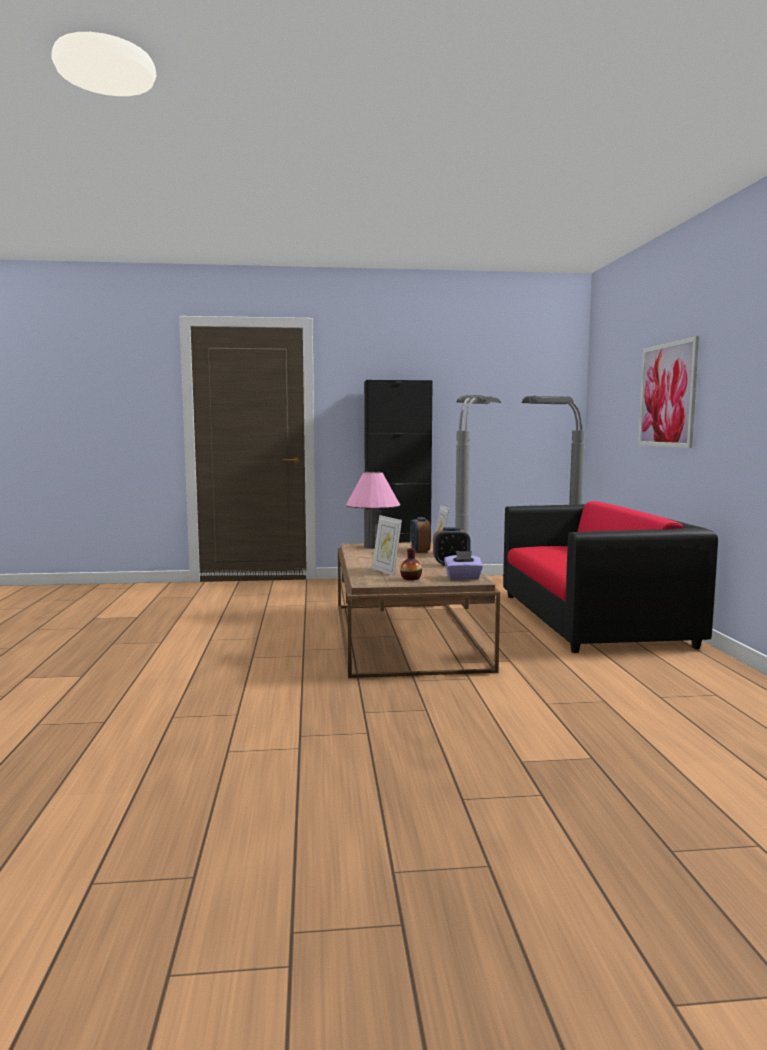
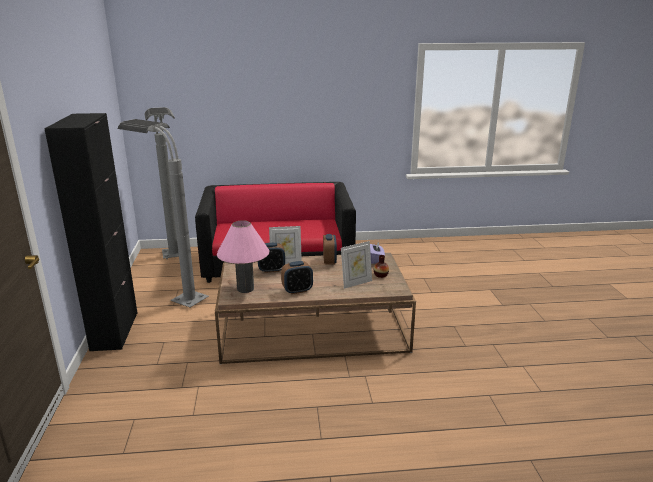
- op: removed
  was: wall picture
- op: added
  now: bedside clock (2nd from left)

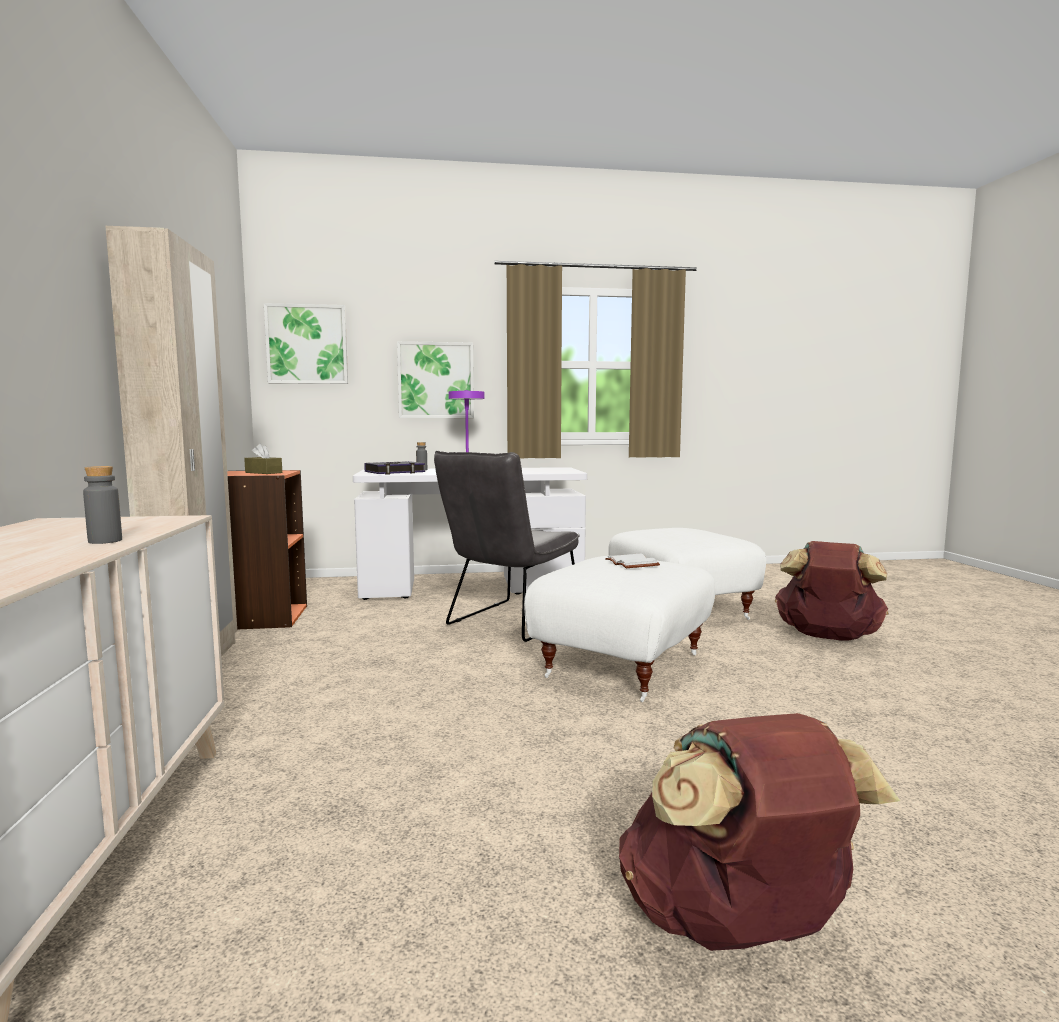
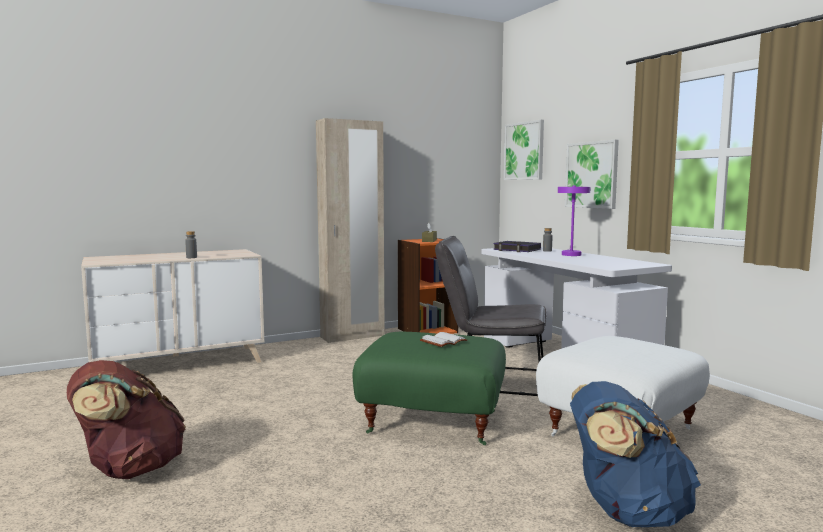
- op: recoloured
  was: ottoman (white-coloured) (1st from left)
  now: ottoman (green)
- op: recoloured
  was: backpack (brown-coloured) (2nd from left)
  now: backpack (blue-coloured)

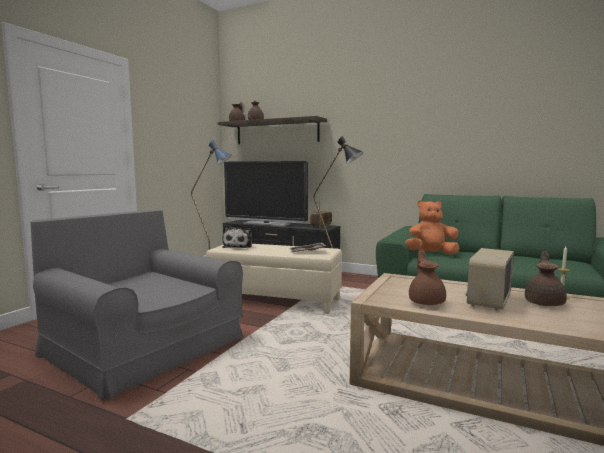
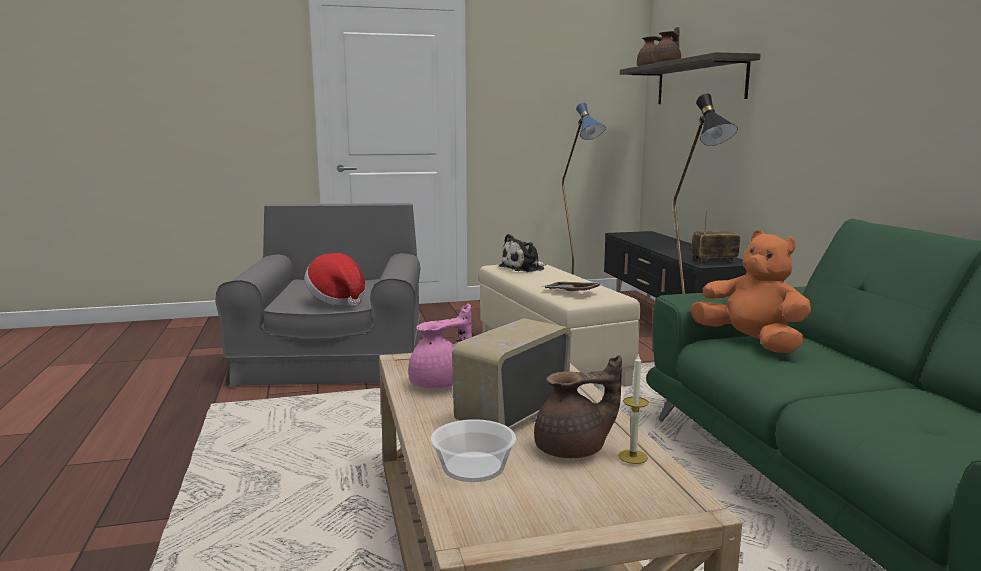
- op: removed
  was: television
- op: recoloured
  was: tea pot (brown-coloured) (3rd from left)
  now: tea pot (pink)
- op: turned
  was: radio receiver (2nd from left in the first image)
  clockwise: -45
- op: added
  now: hat
- op: added
  now: serving bowl

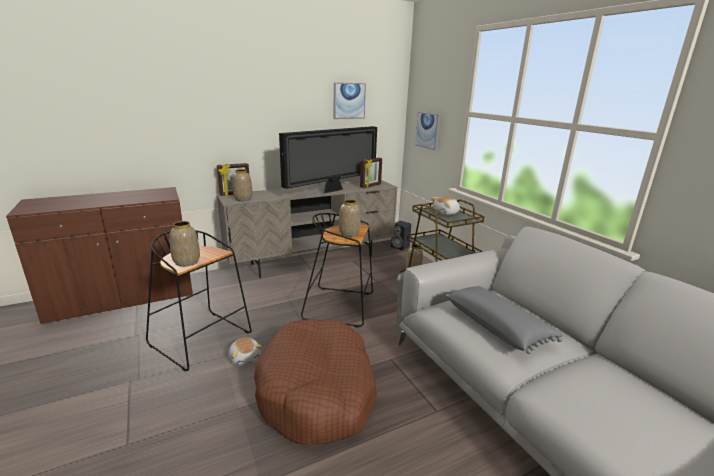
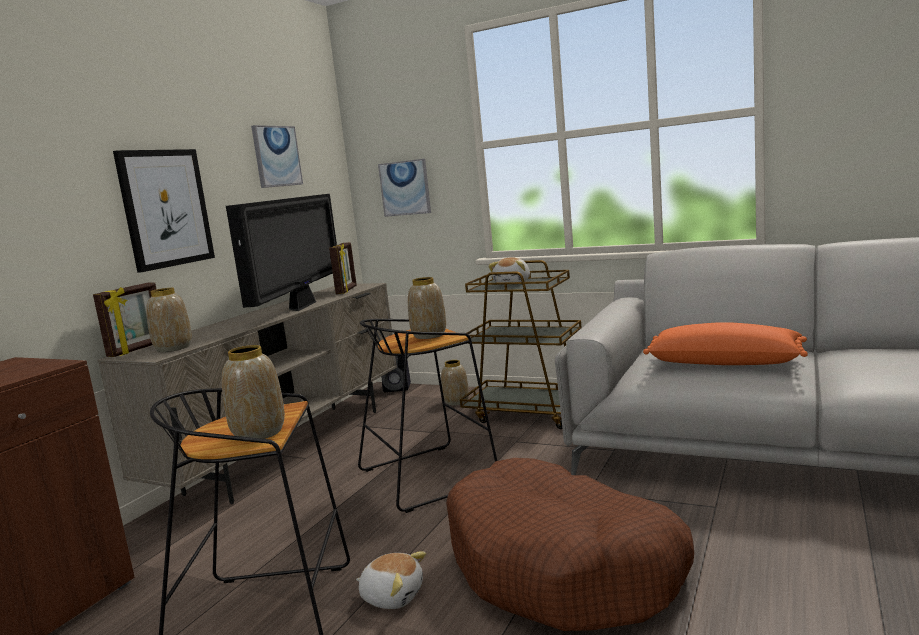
- op: recoloured
  was: pillow (gray)
  now: pillow (orange-coloured)
- op: added
  now: wall picture (1st from left)

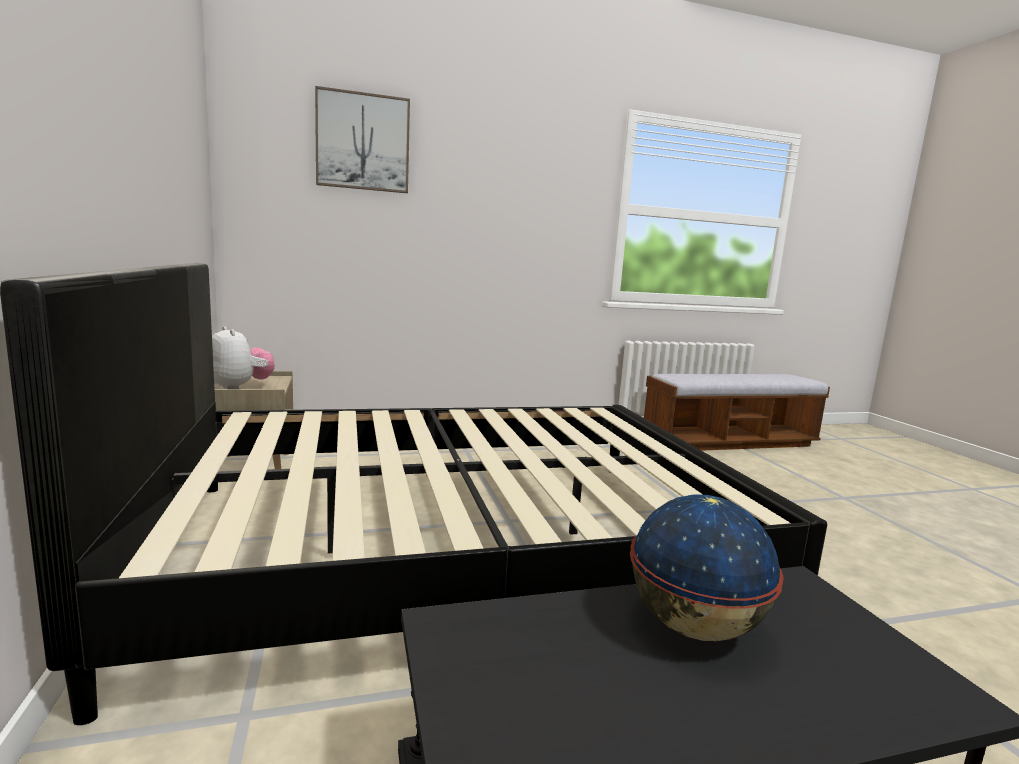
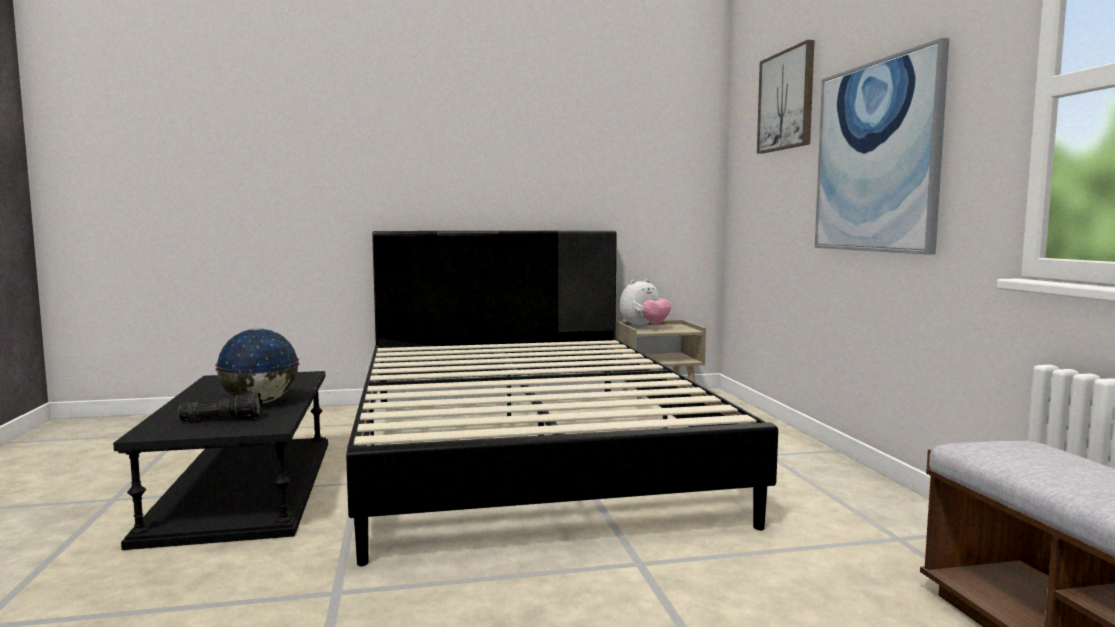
- op: added
  now: torch
- op: added
  now: wall picture (2nd from left)

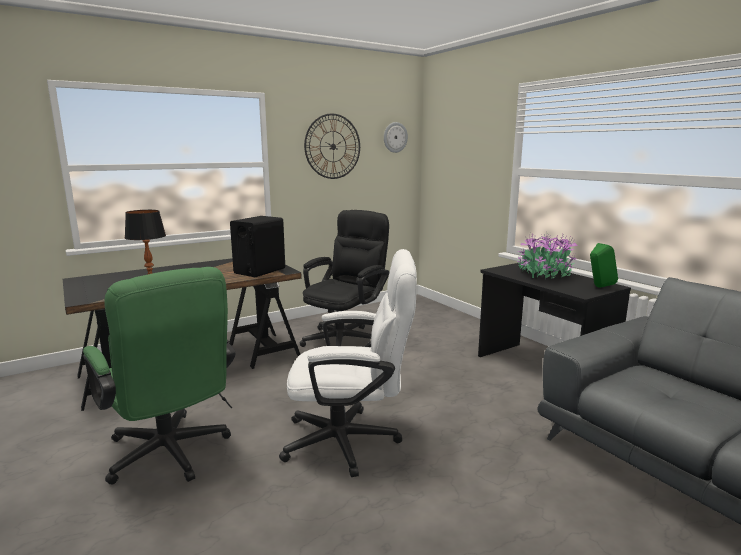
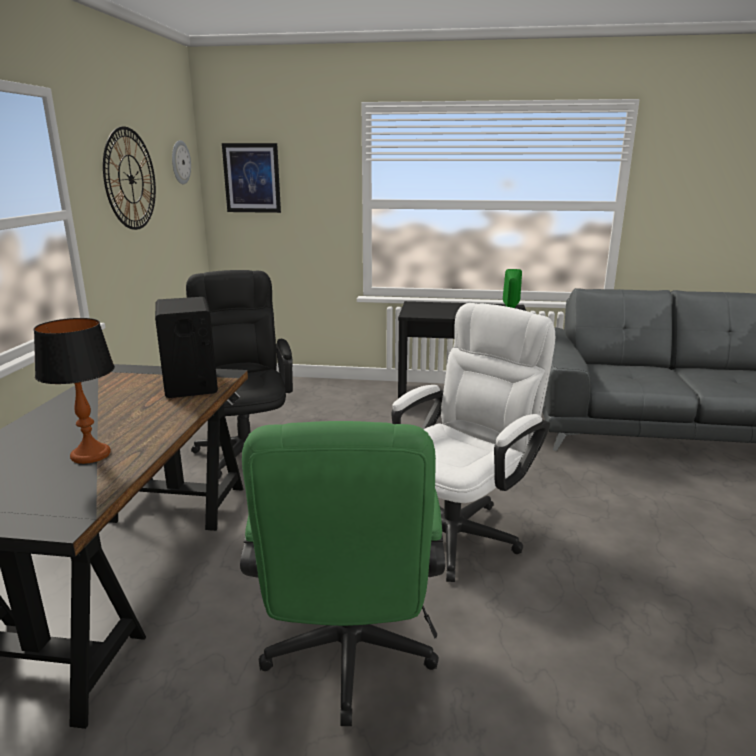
- op: turned
  was: computer chair (green)
  clockwise: 90
- op: removed
  was: potted plant
- op: added
  now: wall picture

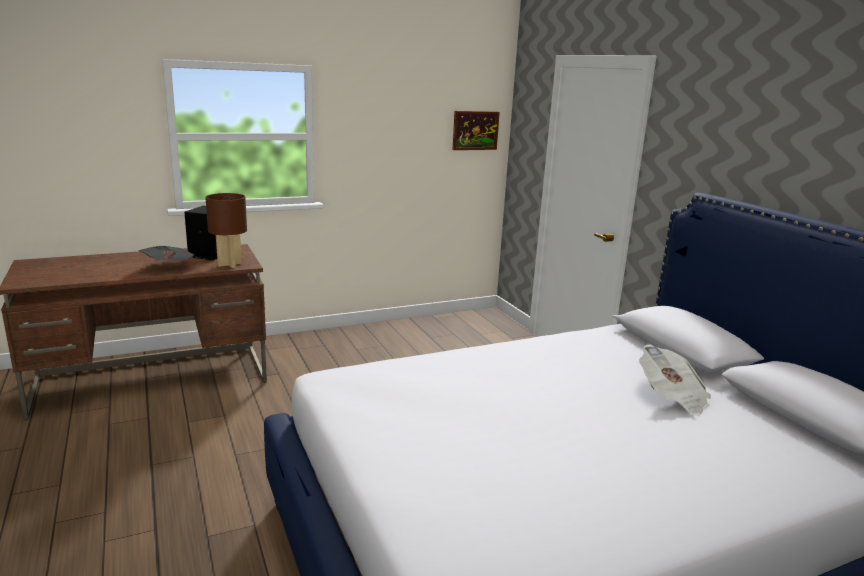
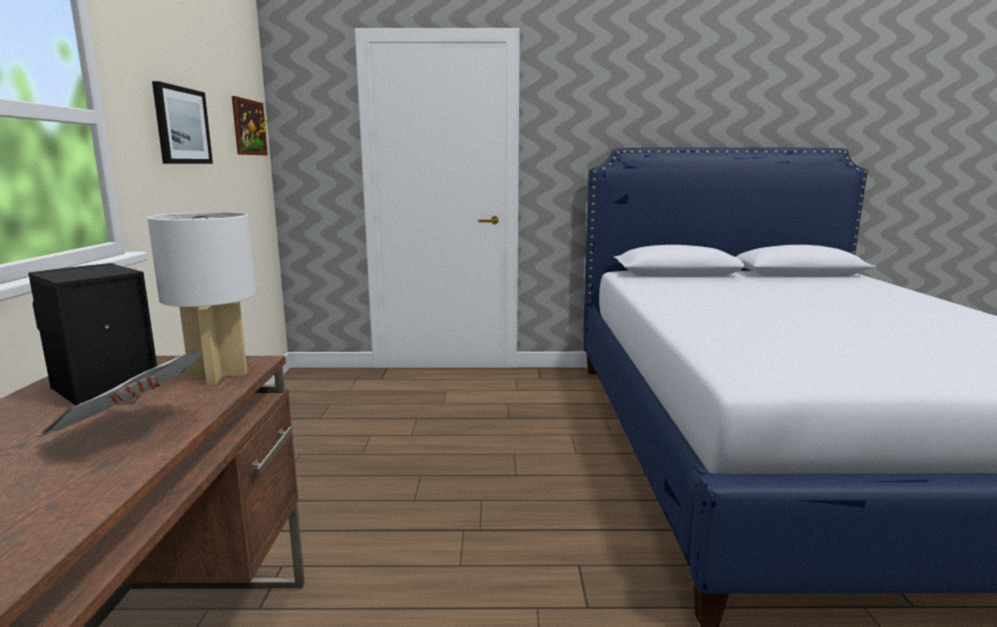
- op: recoloured
  was: lamp for a table (brown-coloured)
  now: lamp for a table (white-coloured)
- op: removed
  was: newspaper (2nd from left)
- op: added
  now: wall picture (1st from left)

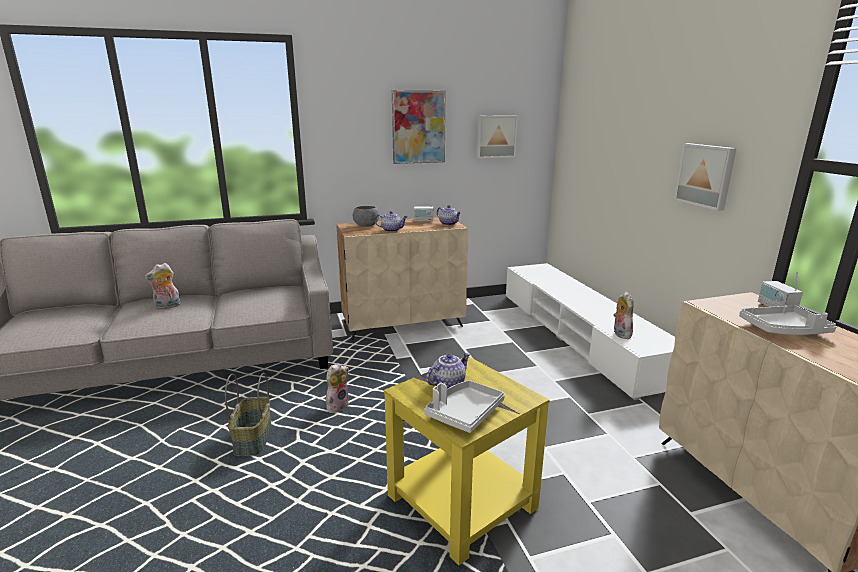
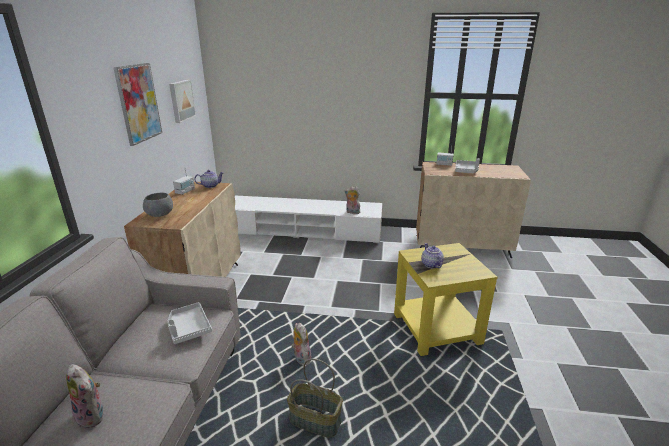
- op: turned
  was: cuddly toy (1st from left)
  clockwise: -45
- op: removed
  was: tea pot (1st from left)
- op: moved
  was: carrying tray (gray) (1st from left)
- op: removed
  was: wall picture (3rd from left)

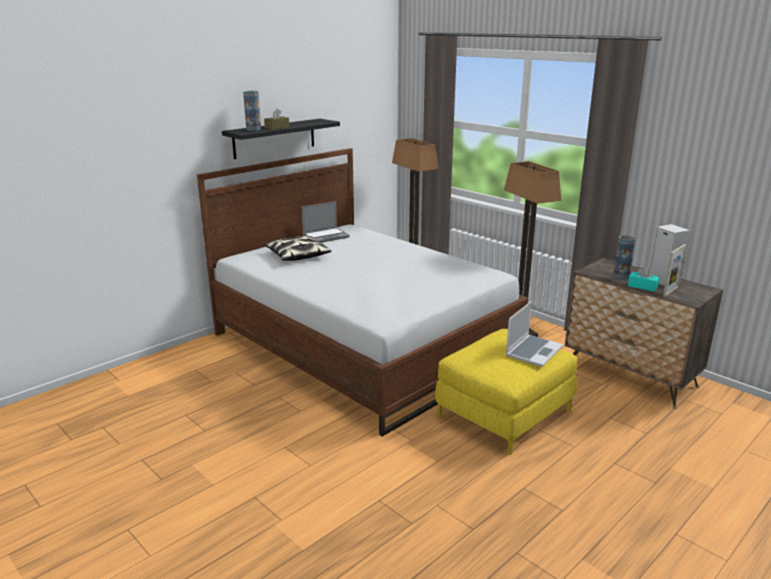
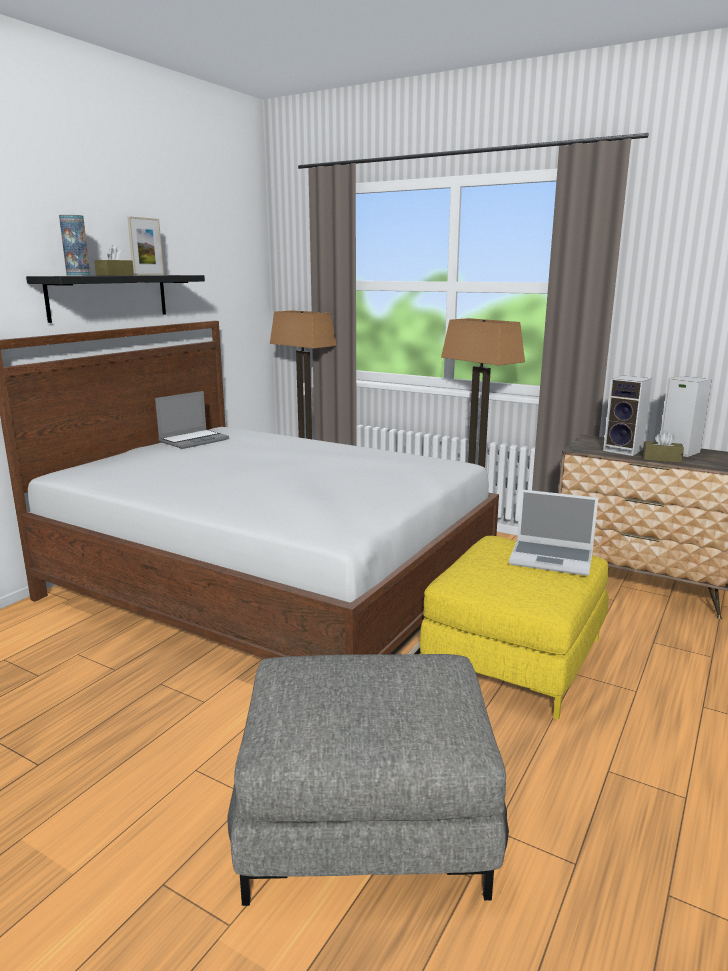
- op: removed
  was: pillow
- op: turned
  was: portable computer (2nd from left)
  clockwise: 90
- op: replaced
  was: flower vase (2nd from left)
  now: audio speaker (1st from left)
- op: recoloured
  was: box of tissues (turquoise-coloured)
  now: box of tissues (brown-coloured) (2nd from left)
- op: moved
  was: picture frame
- op: added
  now: ottoman (gray)

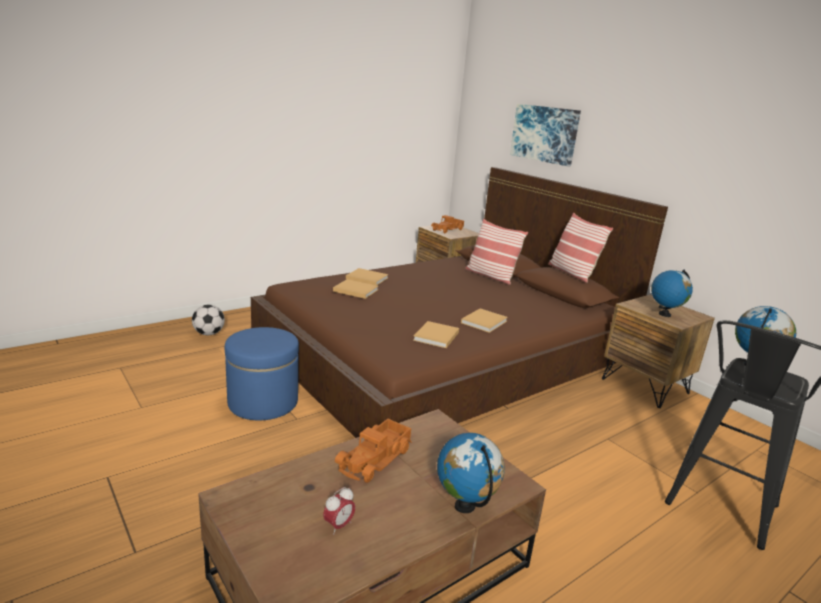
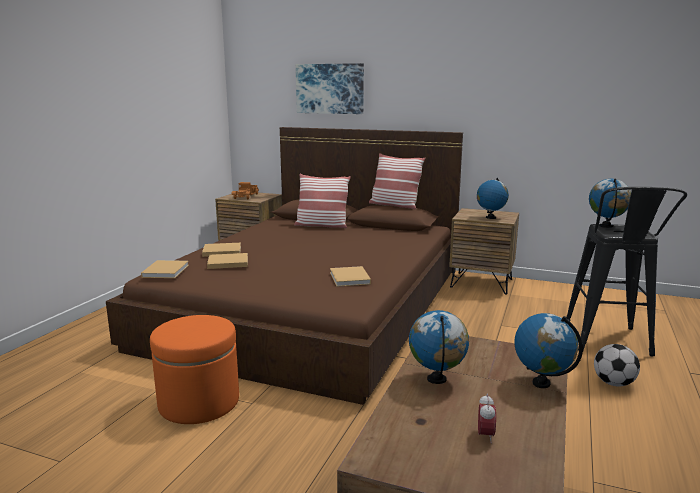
- op: moved
  was: ball for football
- op: recoloured
  was: ottoman (blue-coloured)
  now: ottoman (orange-coloured)
- op: replaced
  was: model truck (1st from left)
  now: world globe (1st from left)
- op: moved
  was: book (beige) (4th from left in the first image)
  now: book (beige) (1st from left)

